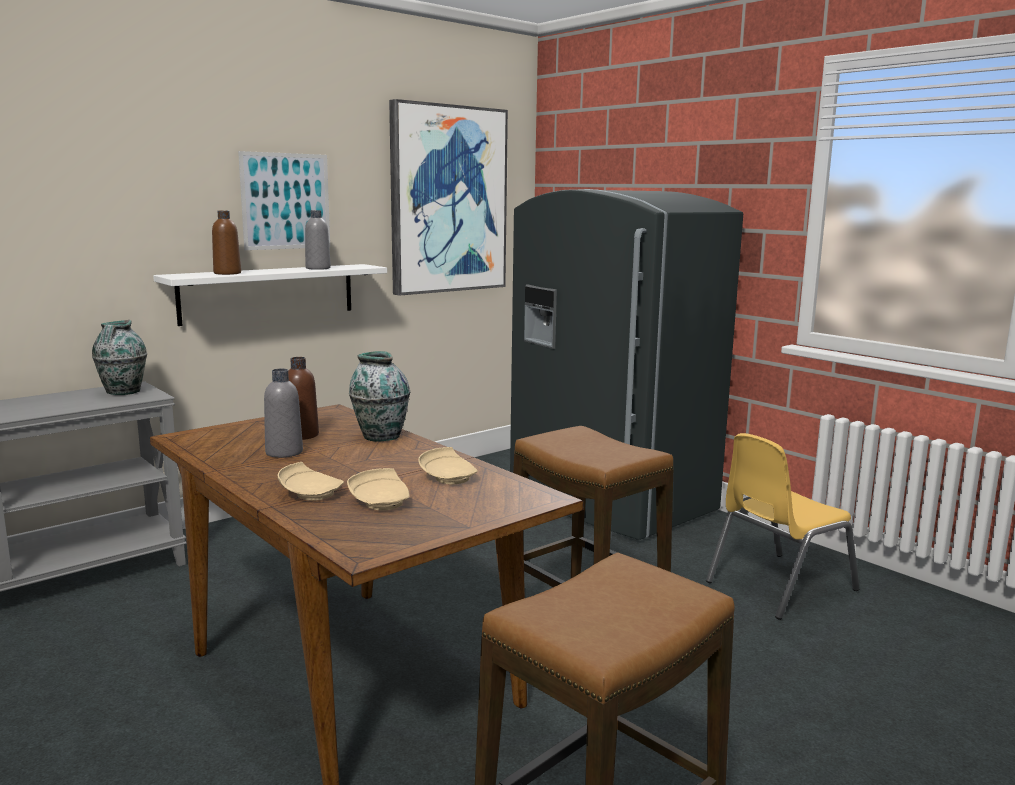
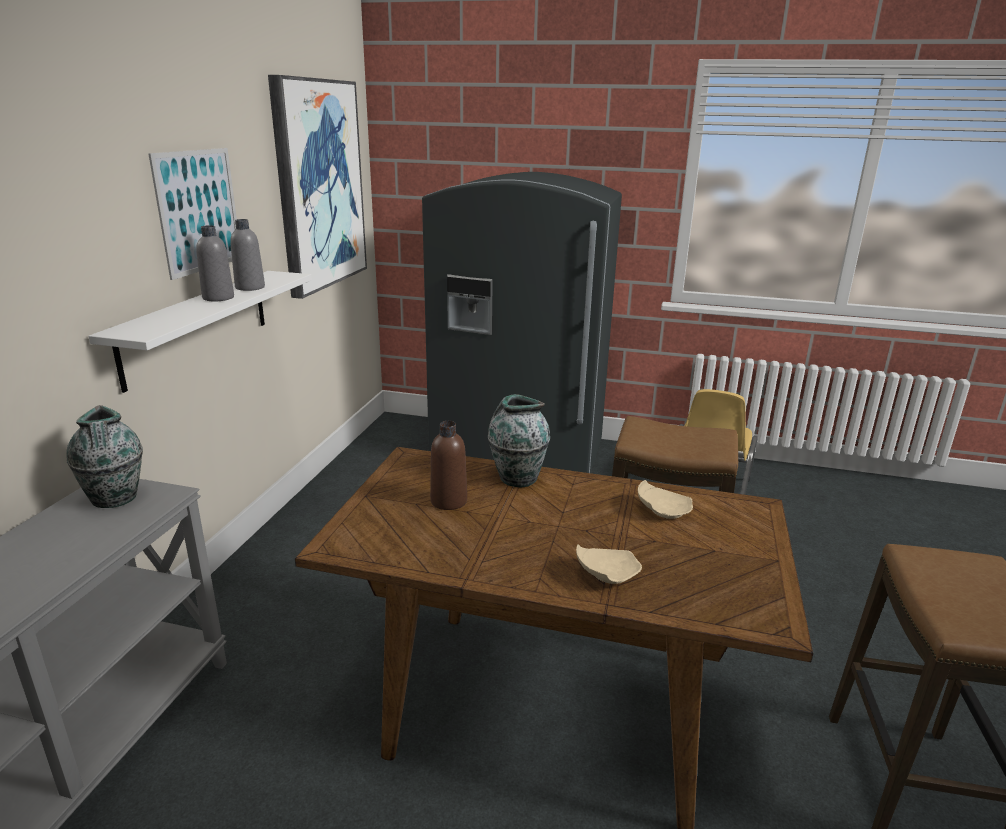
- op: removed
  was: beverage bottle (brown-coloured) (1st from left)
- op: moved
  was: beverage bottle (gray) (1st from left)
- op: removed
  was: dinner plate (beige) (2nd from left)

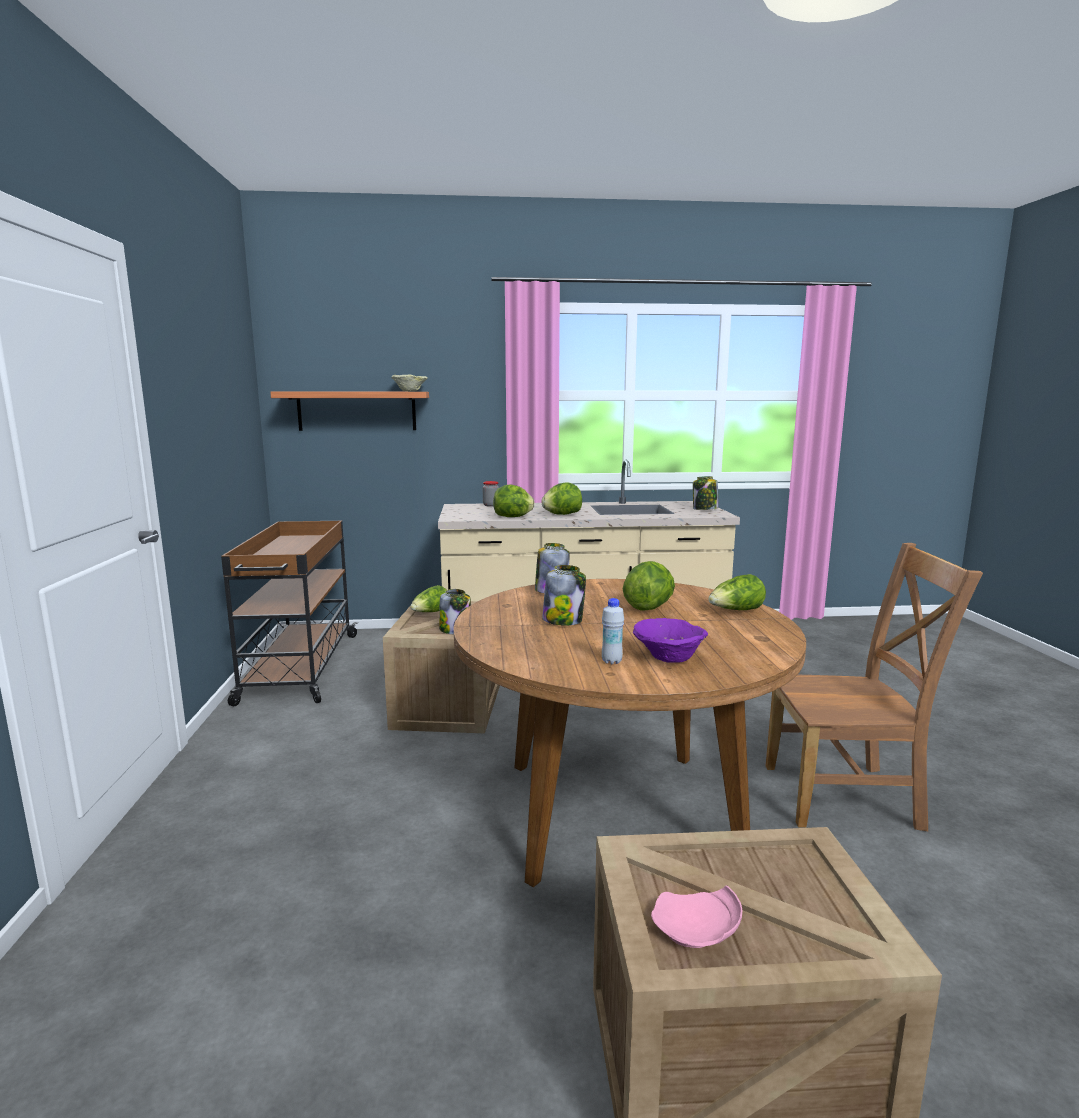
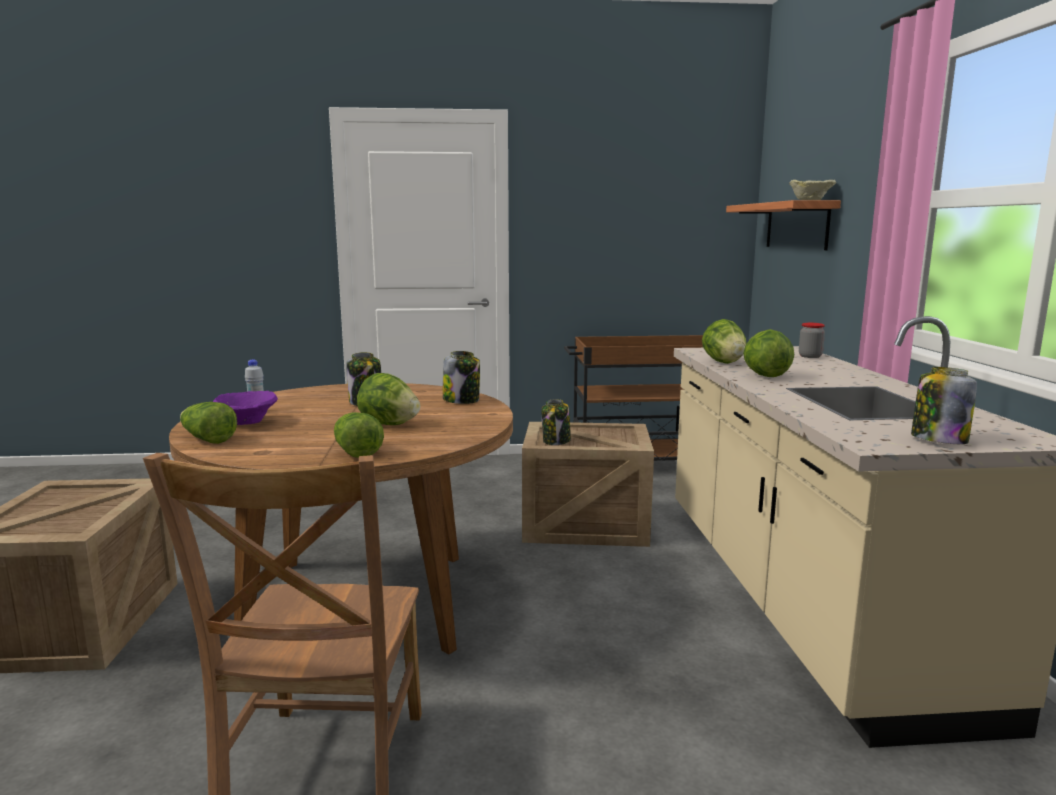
- op: moved
  was: lettuce (1st from left)
- op: removed
  was: dinner plate (pink)

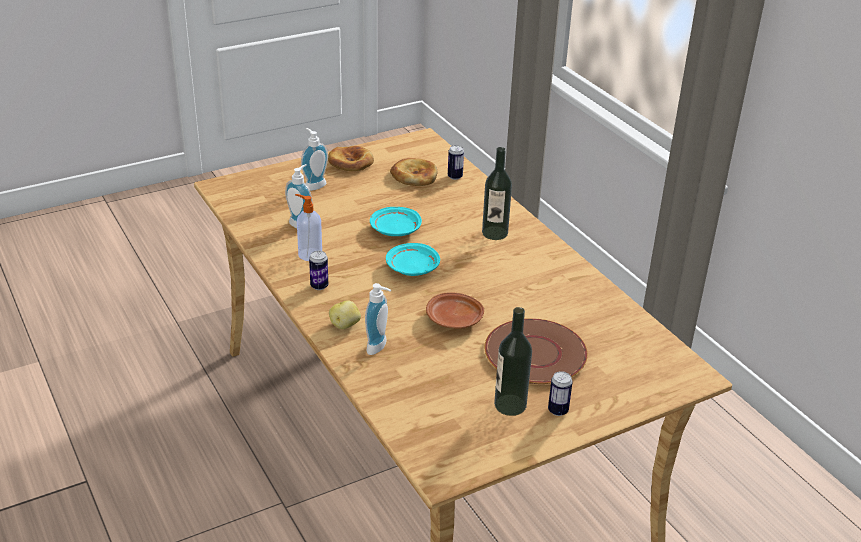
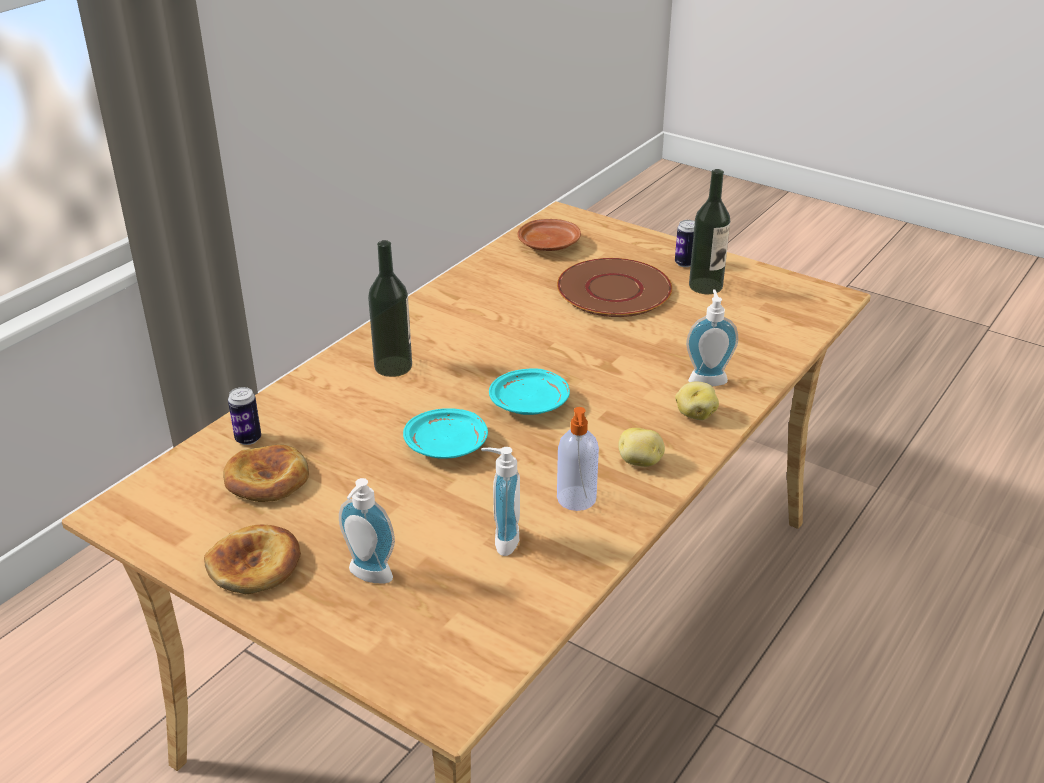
- op: replaced
  was: can (1st from left)
  now: potato (1st from left)
- op: moved
  was: dinner plate (brown-coloured) (1st from left)

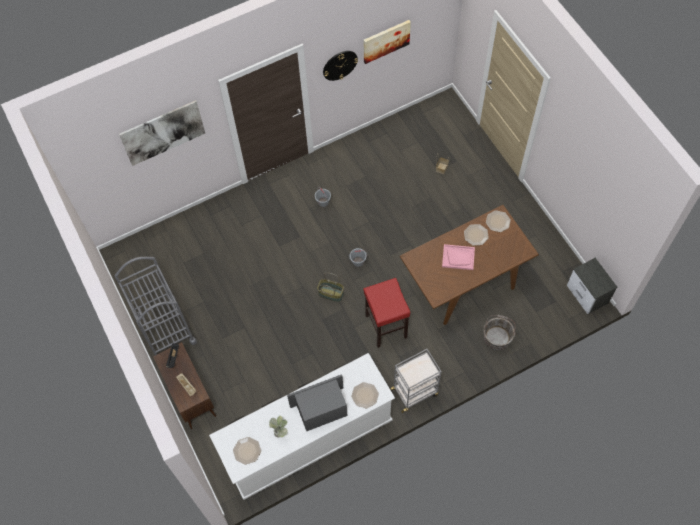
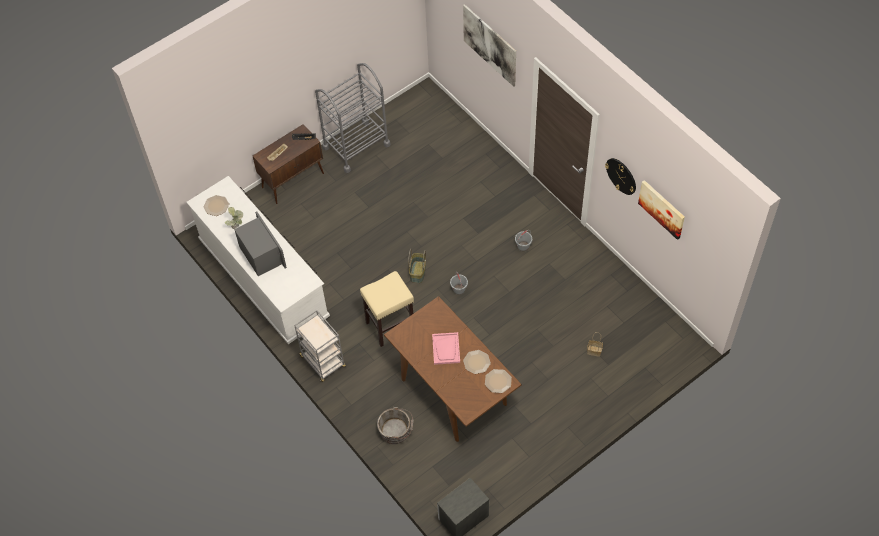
- op: removed
  was: dinner plate (2nd from left)
- op: recoloured
  was: stool (red)
  now: stool (beige)

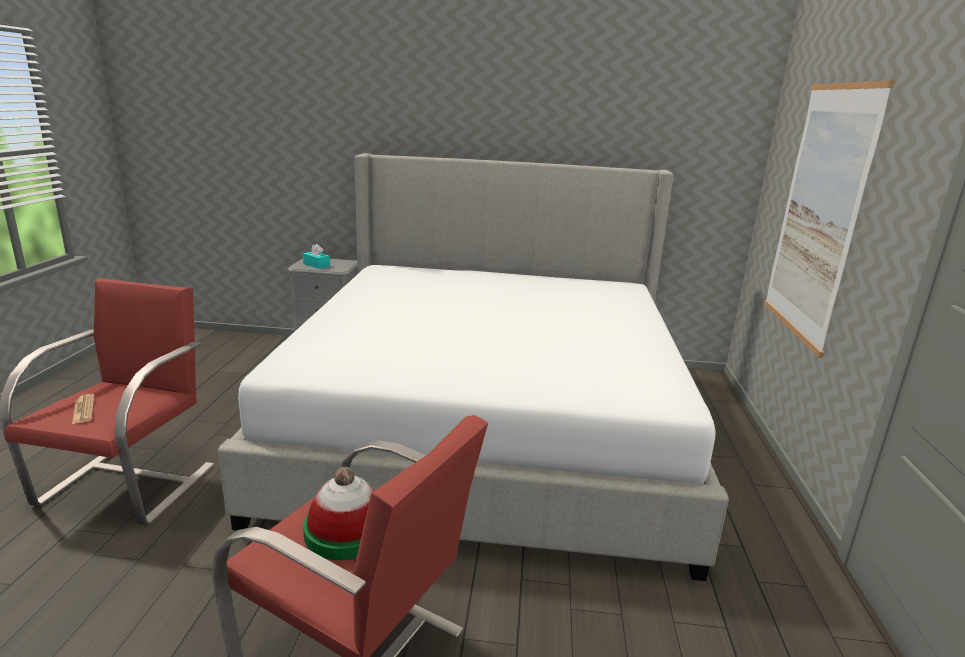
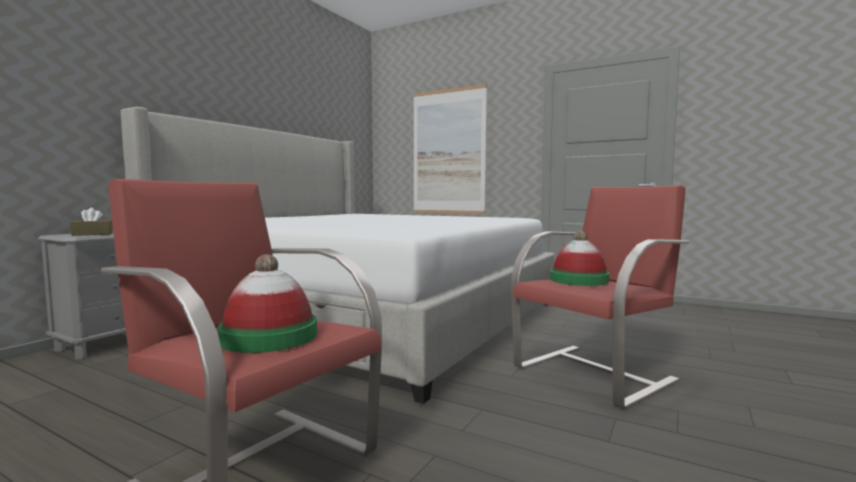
- op: replaced
  was: newspaper
  now: hat (1st from left)
- op: recoloured
  was: box of tissues (turquoise-coloured)
  now: box of tissues (brown-coloured)

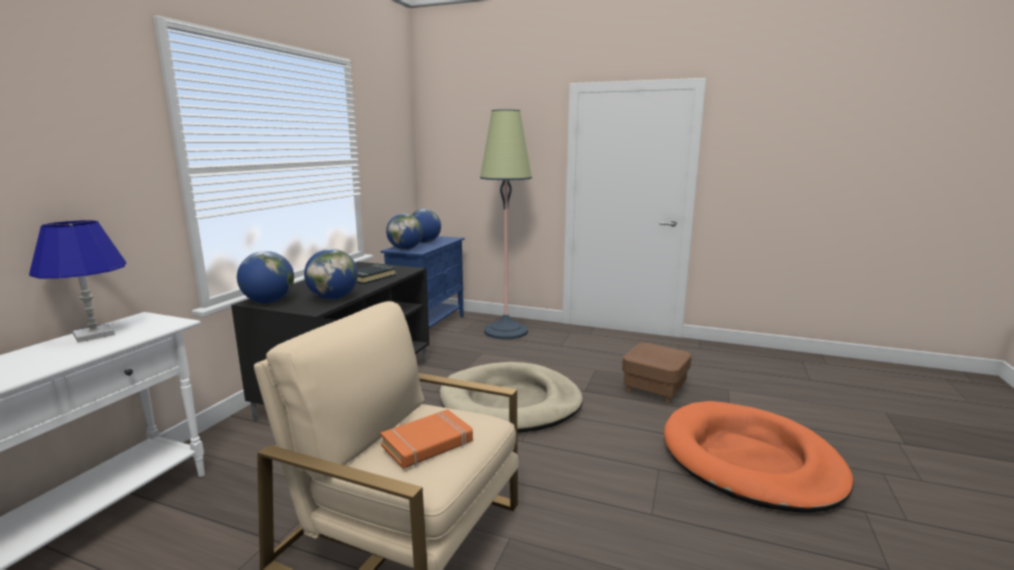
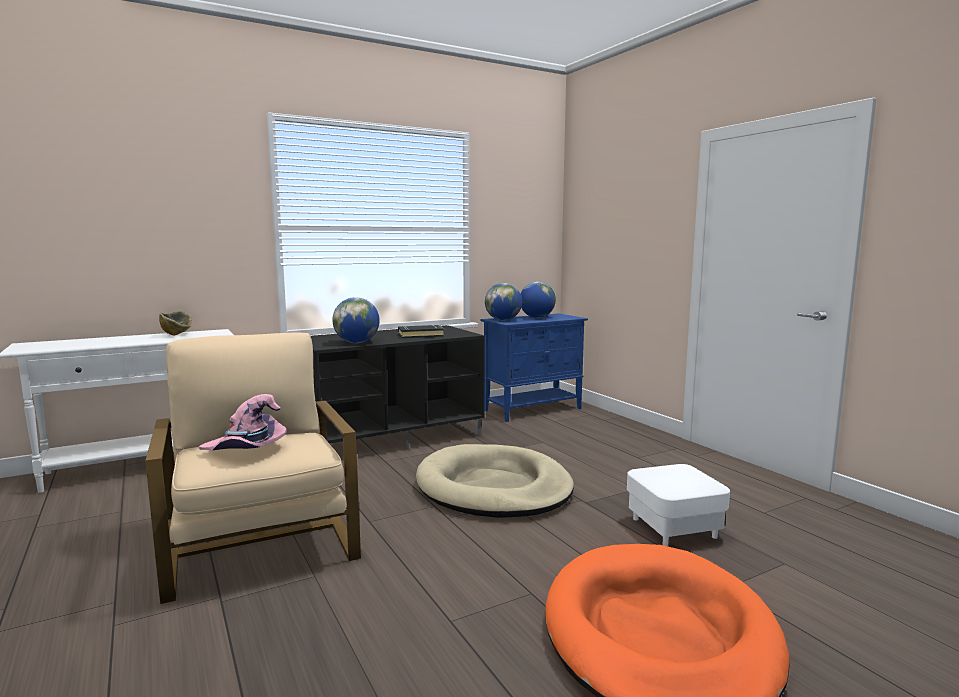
- op: replaced
  was: lamp for a table (blue-coloured)
  now: serving bowl
- op: removed
  was: world globe (1st from left)
- op: replaced
  was: book (orange-coloured)
  now: hat (pink)
- op: removed
  was: floor lamp
- op: recoloured
  was: ottoman (brown-coloured)
  now: ottoman (white-coloured)

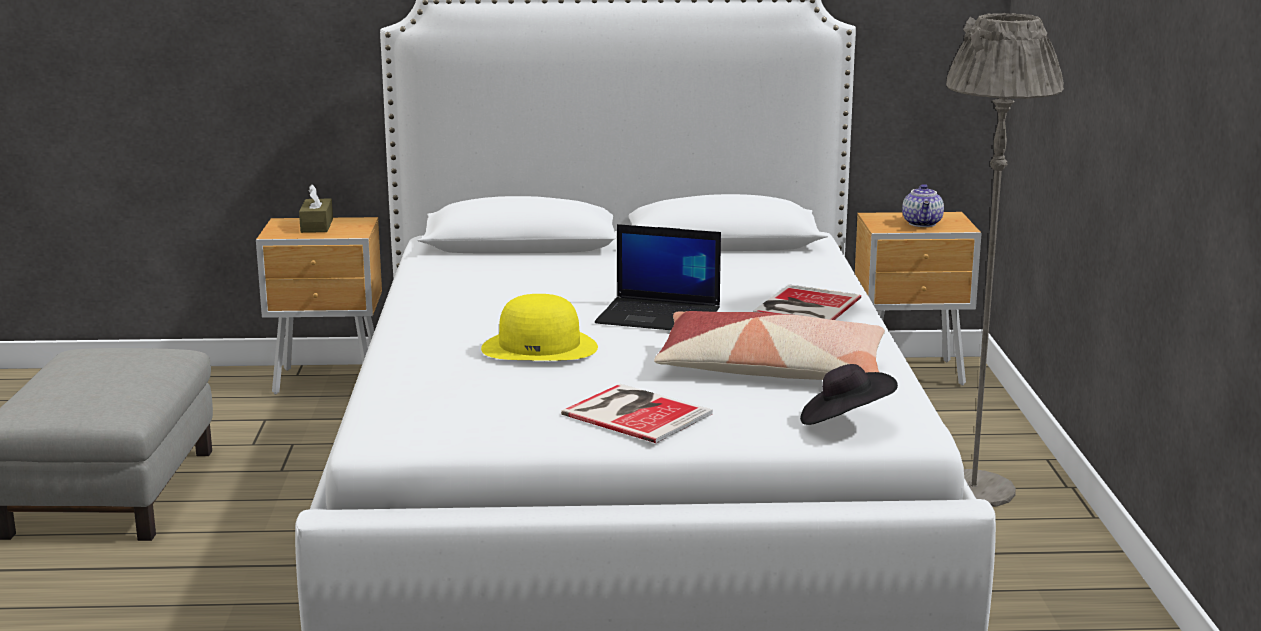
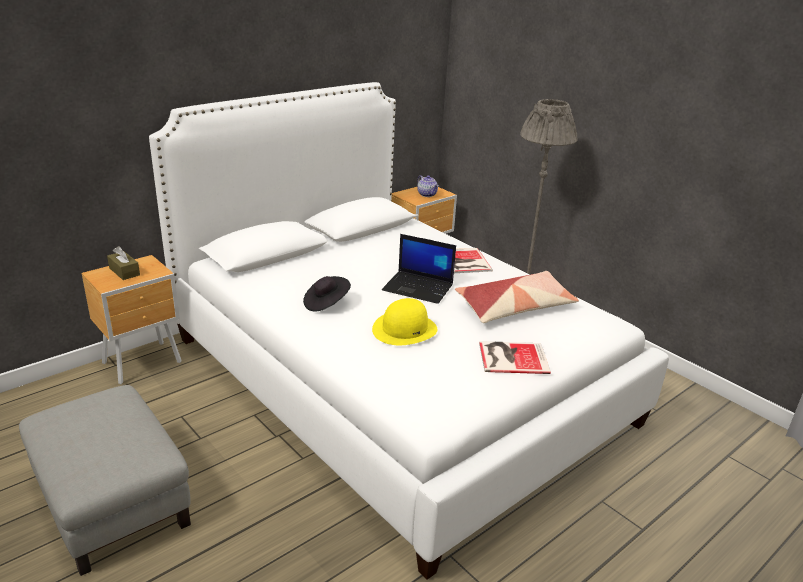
- op: turned
  was: portable computer
  clockwise: 45
- op: moved
  was: hat (black)

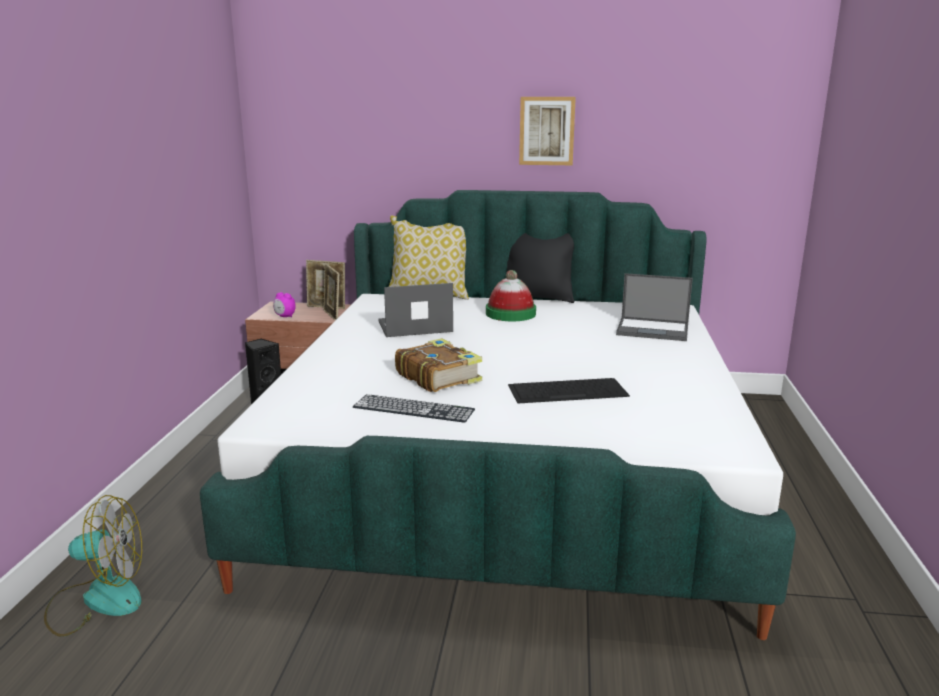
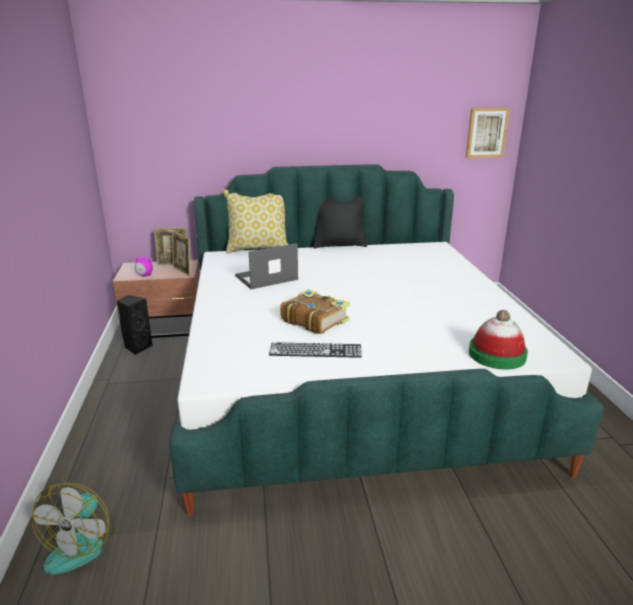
- op: turned
  was: cooling fan
  clockwise: 120
- op: moved
  was: hat
- op: removed
  was: computer keyboard (2nd from left)
- op: moved
  was: wall picture
- op: removed
  was: portable computer (2nd from left)

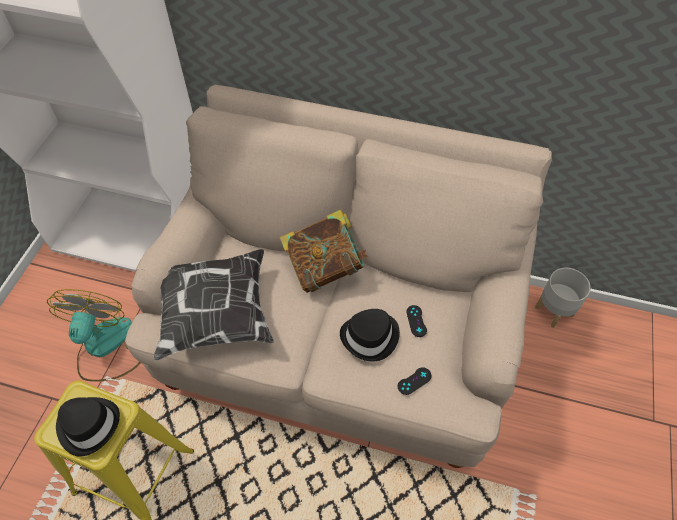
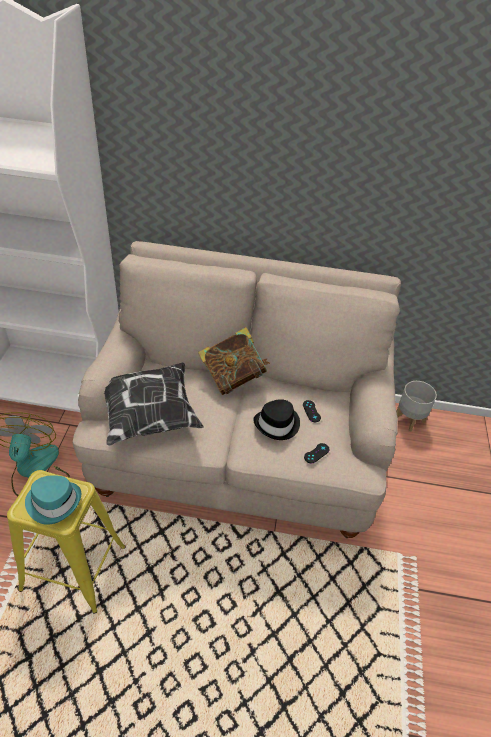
- op: recoloured
  was: hat (black) (1st from left)
  now: hat (turquoise-coloured)

